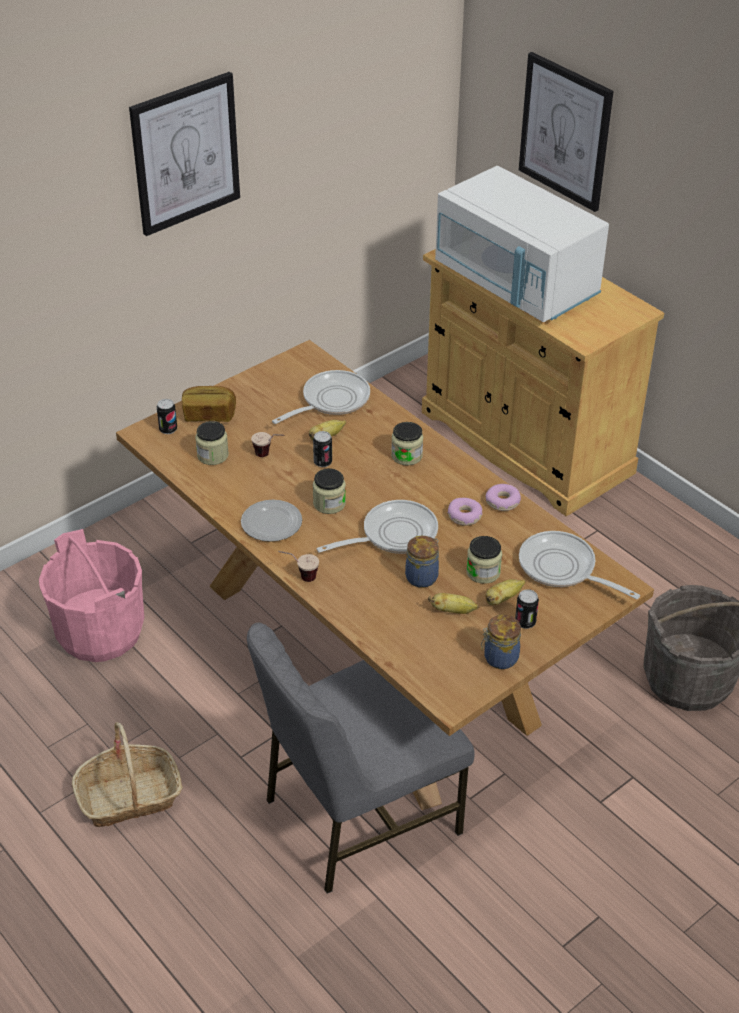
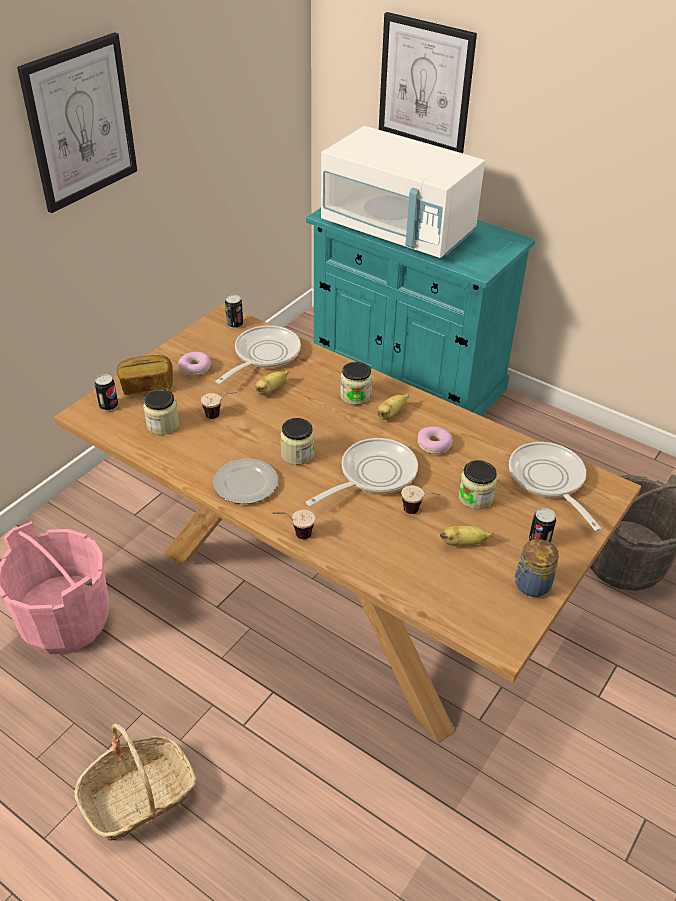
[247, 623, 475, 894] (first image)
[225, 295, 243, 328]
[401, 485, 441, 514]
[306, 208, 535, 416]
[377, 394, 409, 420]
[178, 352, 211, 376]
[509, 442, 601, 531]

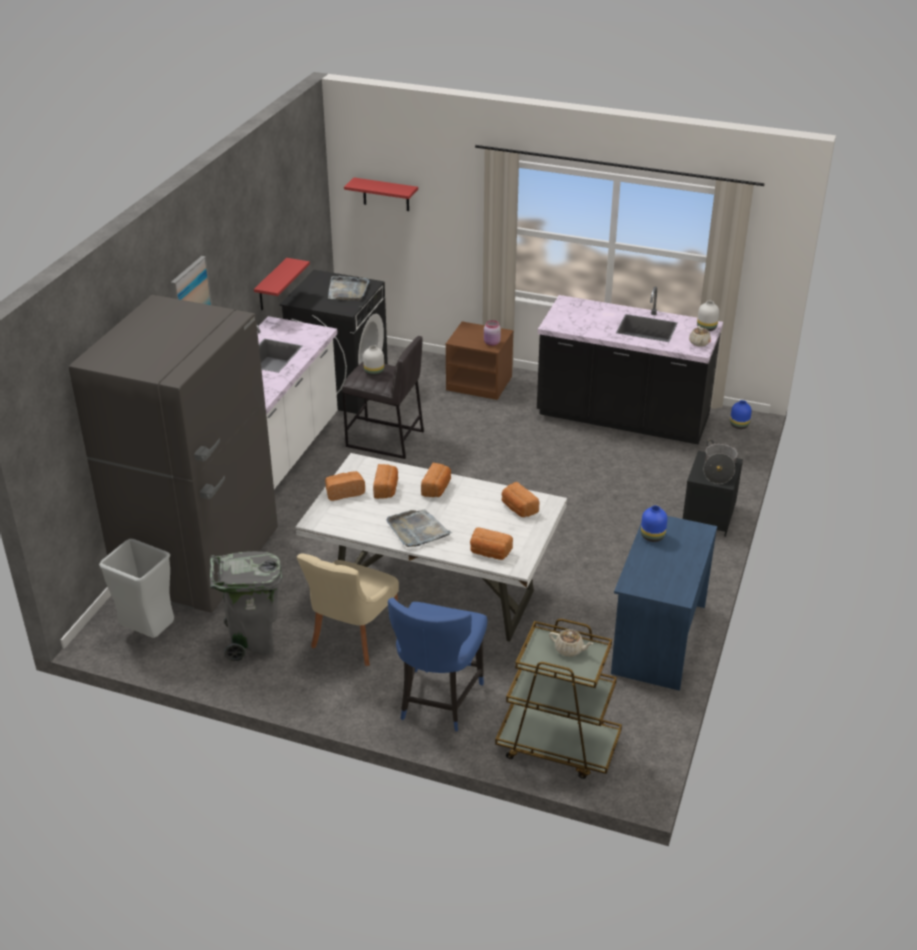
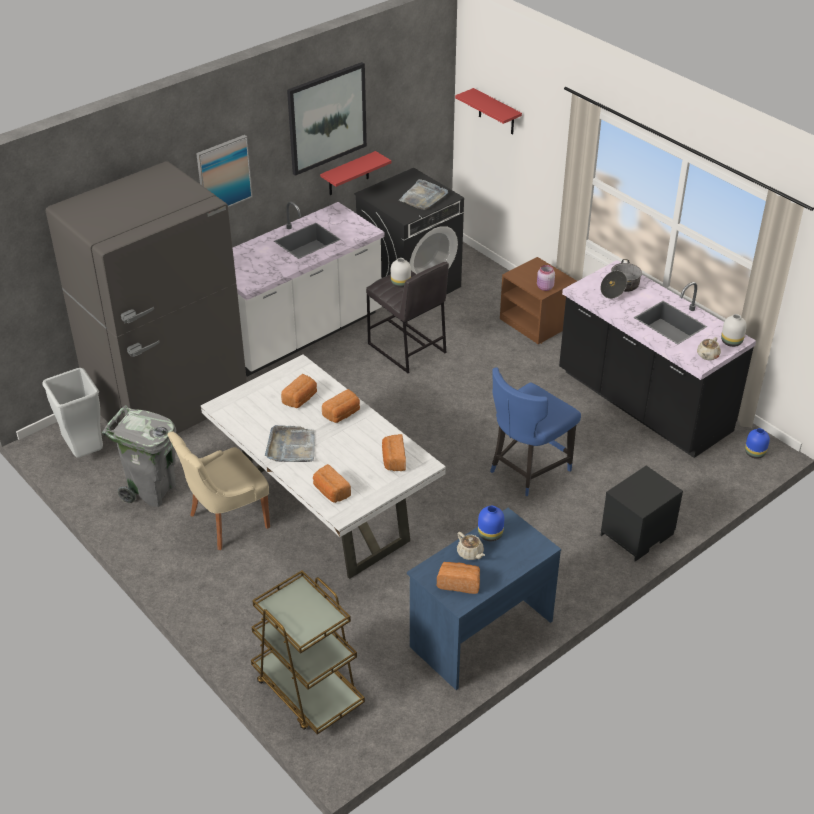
[437, 562, 480, 594]
[490, 367, 581, 496]
[457, 532, 485, 560]
[600, 259, 642, 299]
[287, 62, 367, 176]

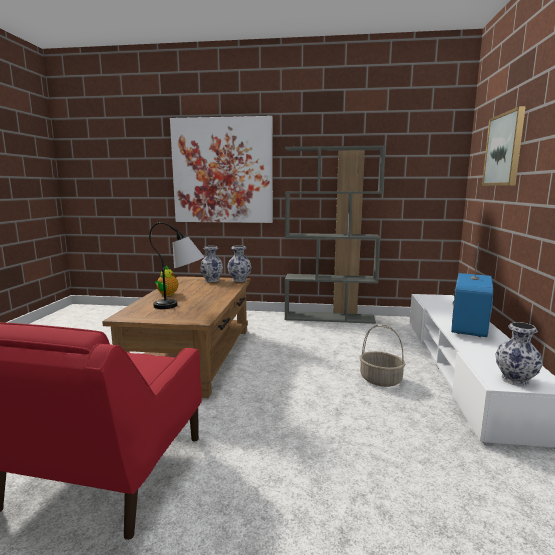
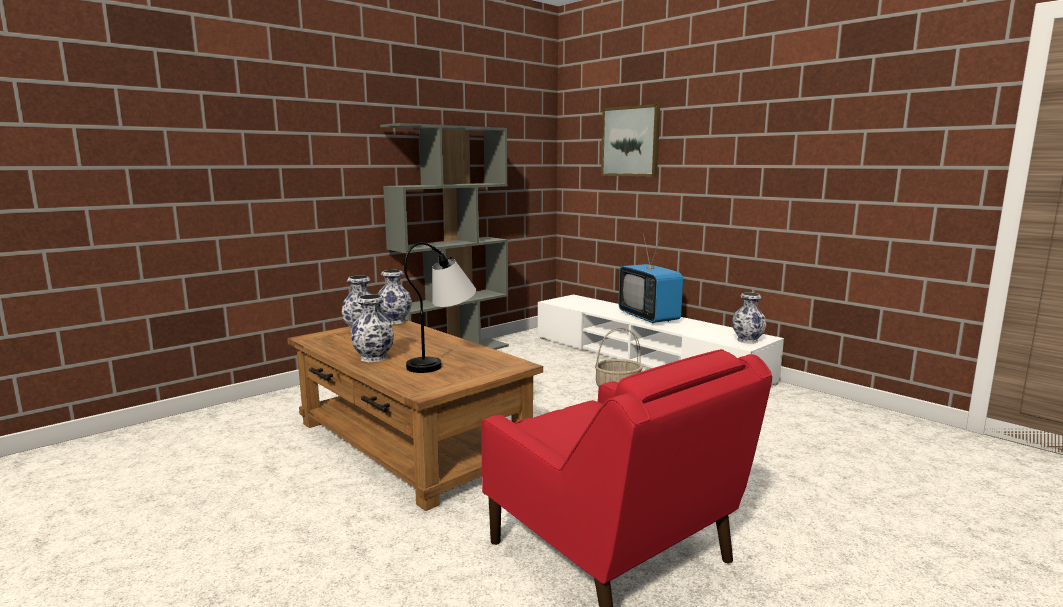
[351, 294, 394, 362]
[170, 116, 273, 223] (first image)

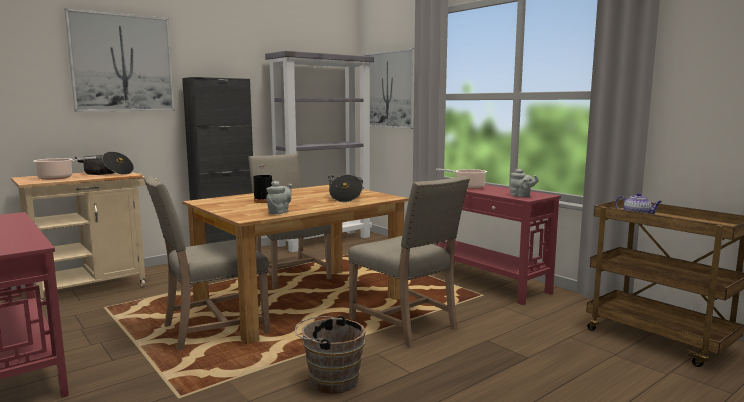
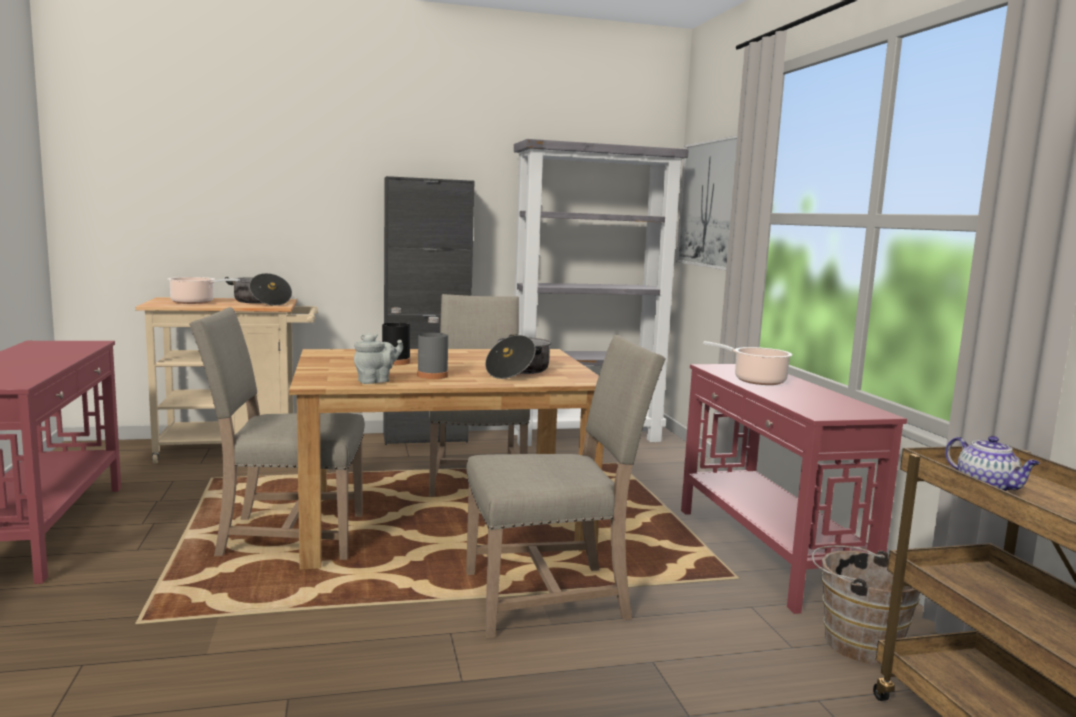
[65, 8, 175, 111] (first image)
[812, 545, 920, 664]
[466, 335, 666, 638]
[510, 169, 539, 197] (first image)
[417, 317, 448, 379]

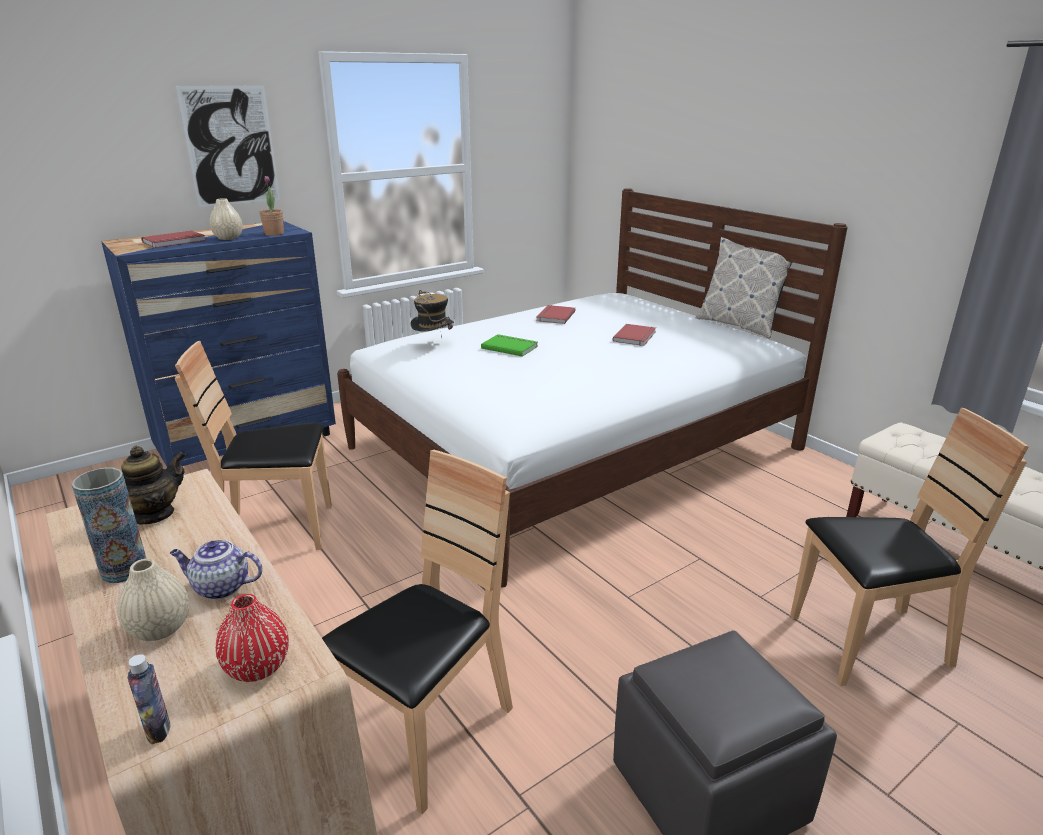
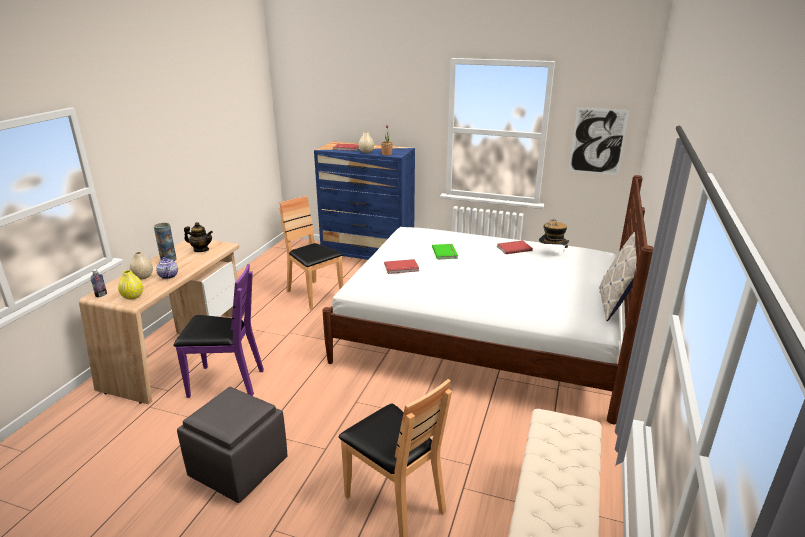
[569, 107, 629, 175]
[118, 270, 143, 300]
[174, 264, 264, 398]
[539, 218, 569, 248]
[384, 259, 419, 274]

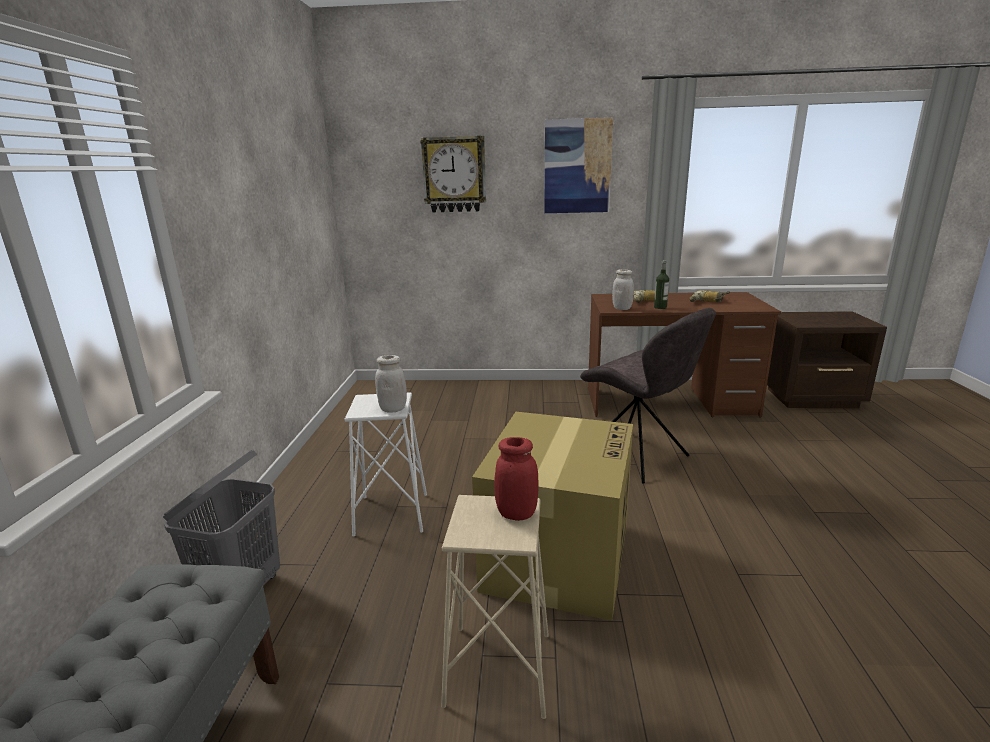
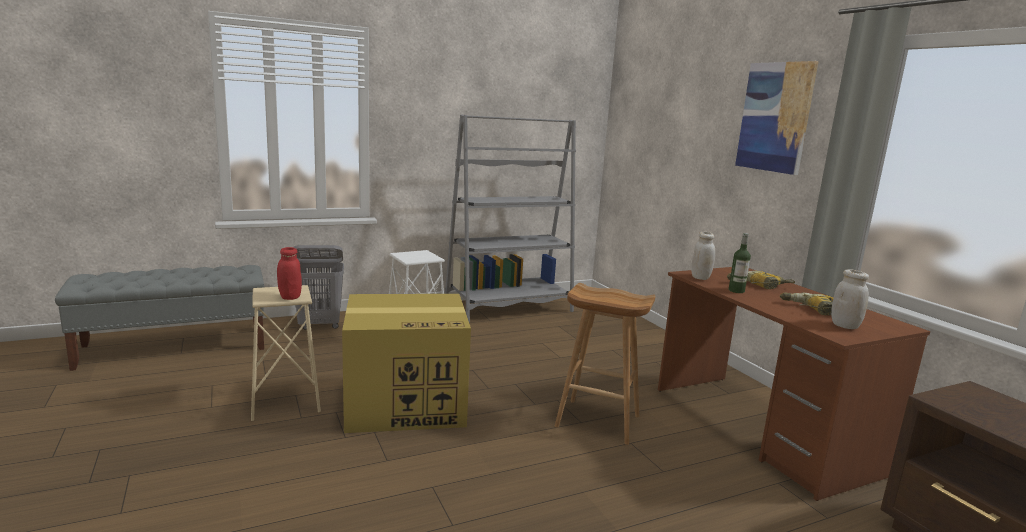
[831, 269, 869, 329]
[420, 136, 486, 212] (first image)
[555, 283, 656, 445]
[445, 115, 576, 323]

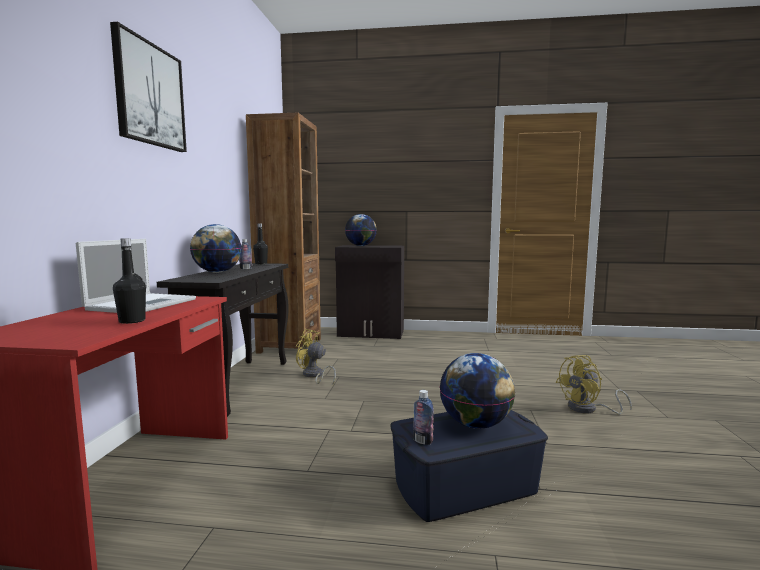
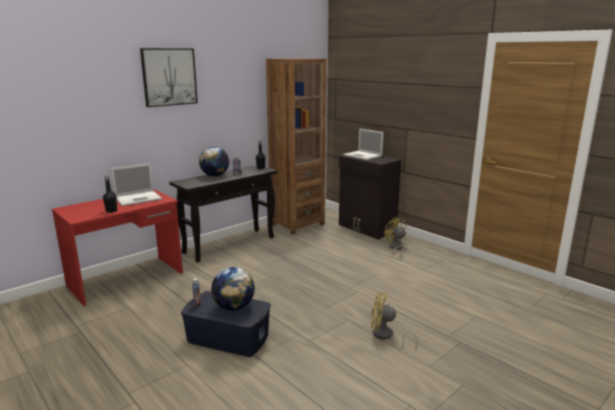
[384, 217, 406, 257]
[343, 128, 384, 160]

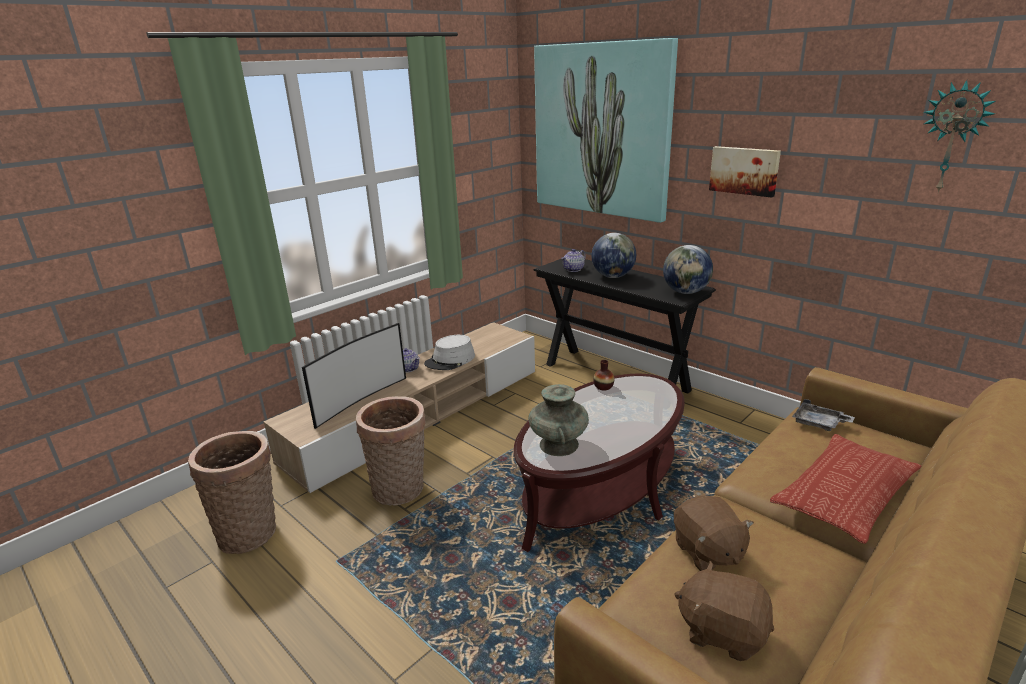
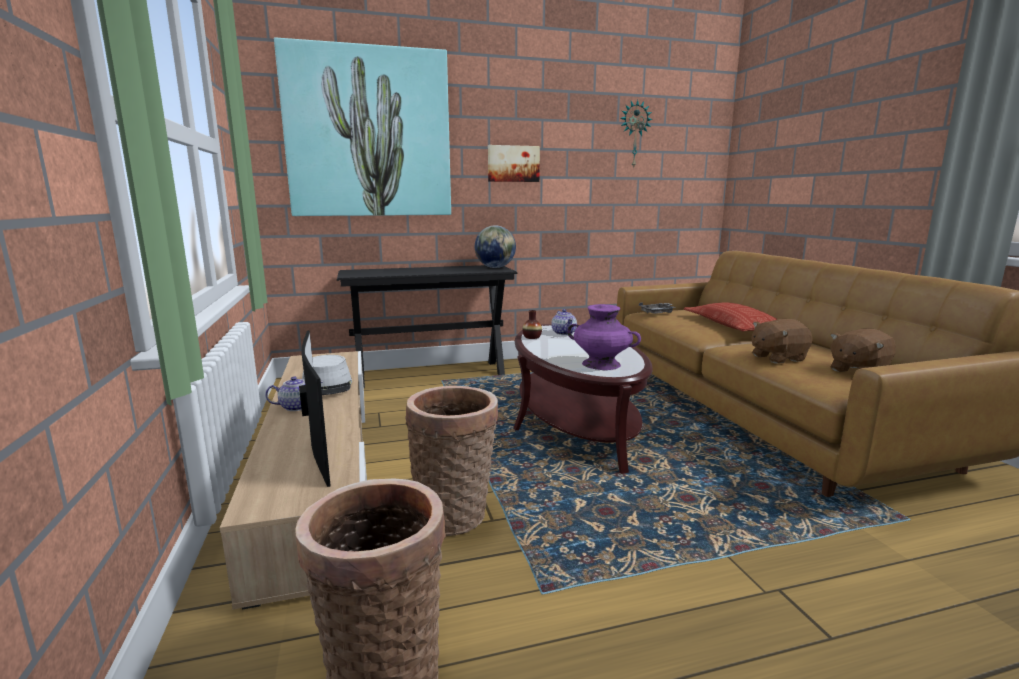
[568, 304, 641, 370]
[551, 309, 577, 335]
[591, 233, 636, 278] (first image)
[752, 319, 813, 364]

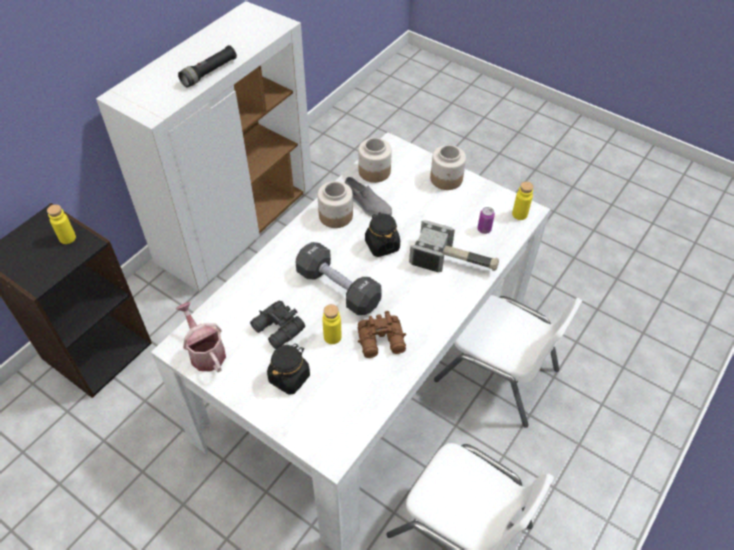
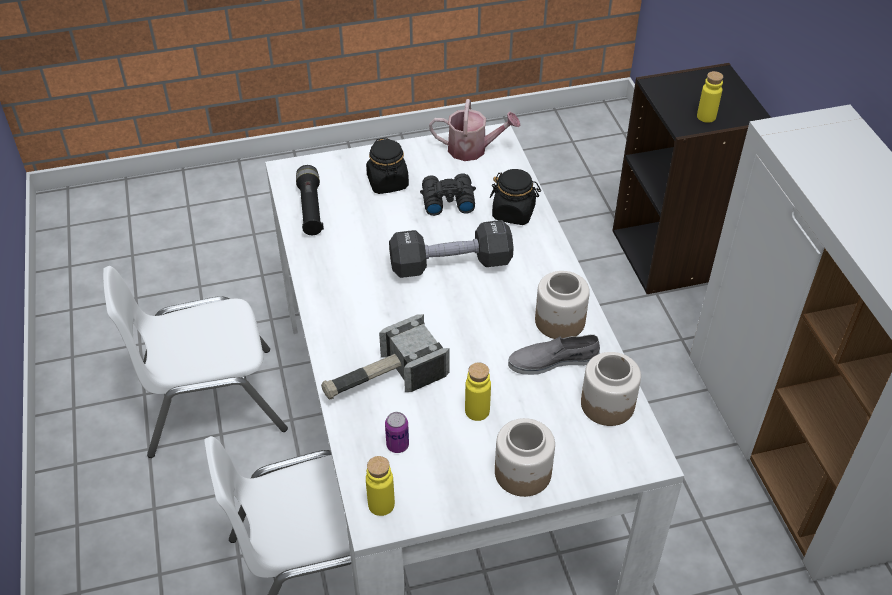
[296, 165, 324, 235]
[465, 363, 491, 421]
[358, 311, 406, 358] (first image)
[490, 169, 541, 225]

